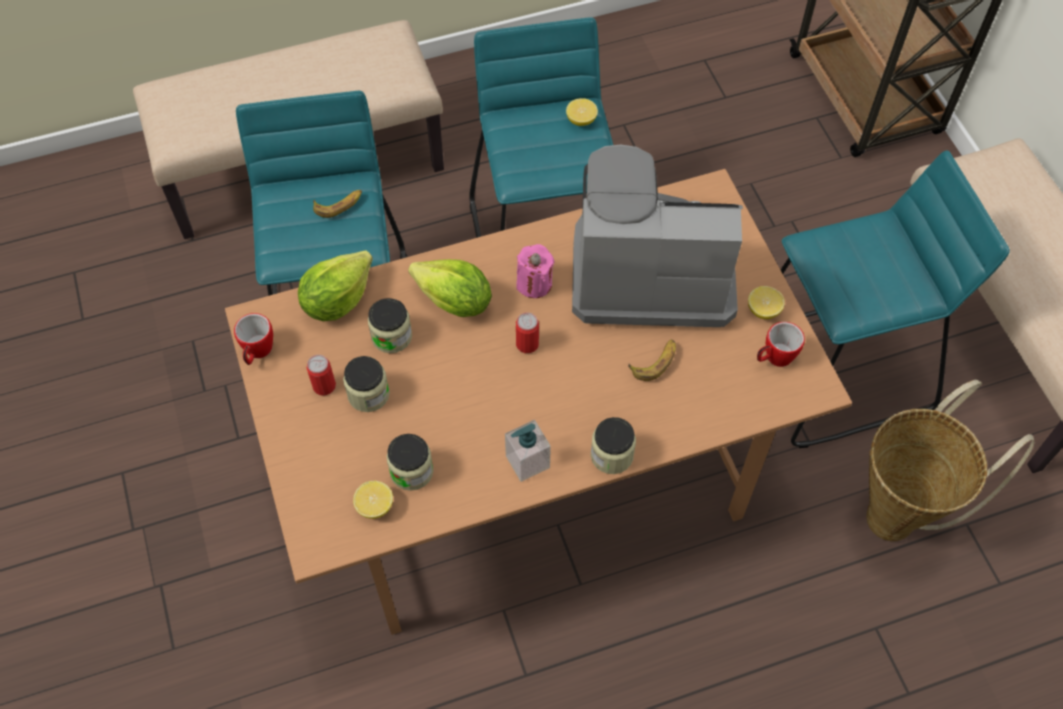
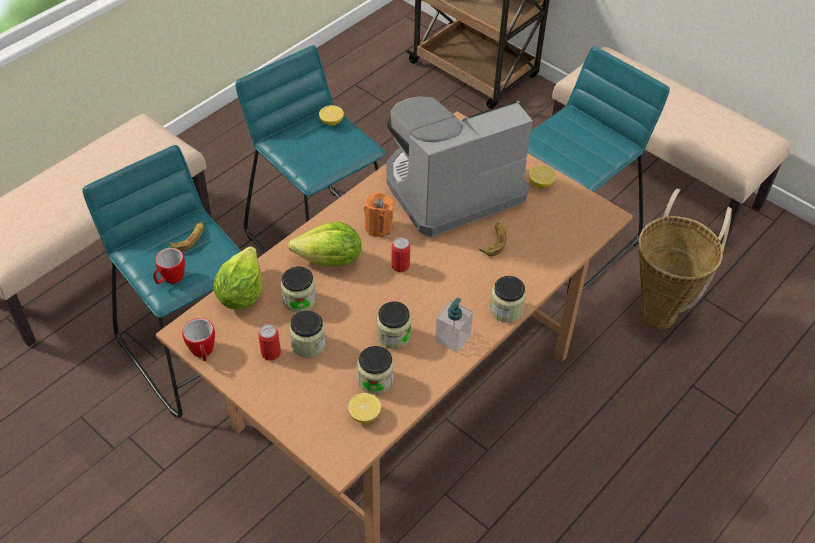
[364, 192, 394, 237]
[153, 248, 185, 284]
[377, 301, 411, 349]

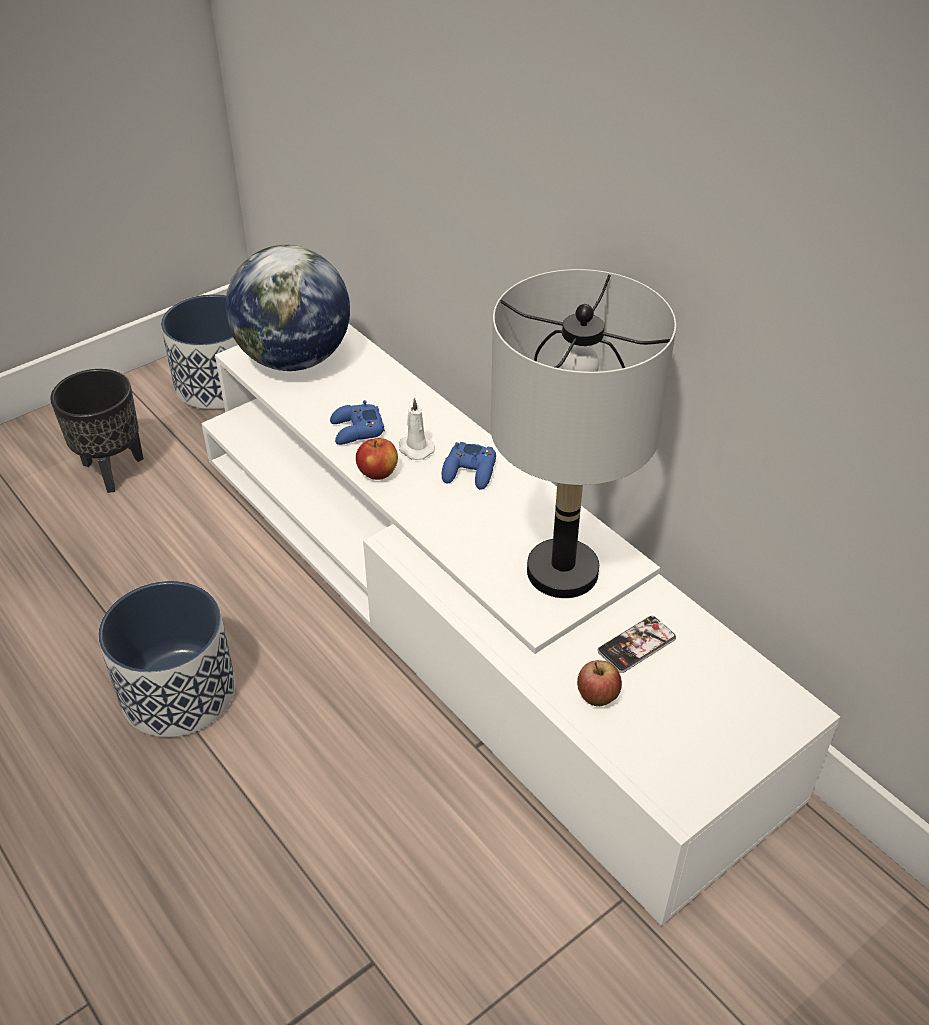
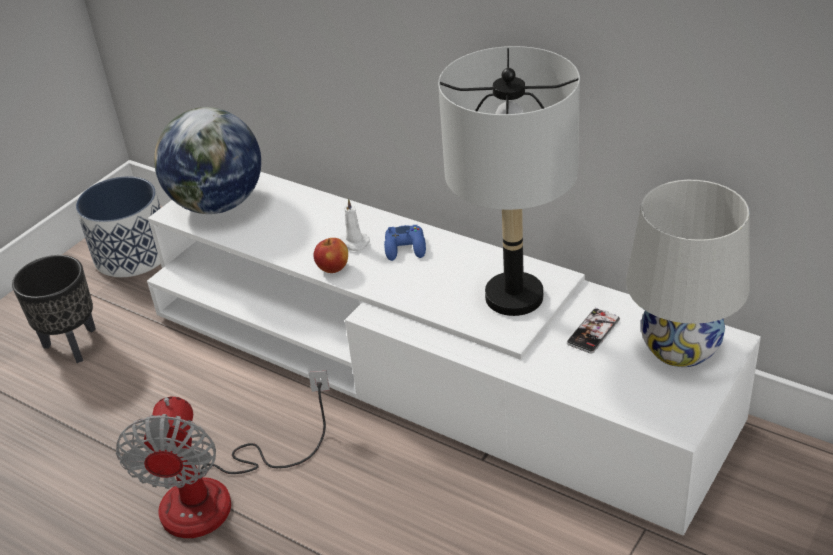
[116, 371, 330, 538]
[330, 400, 385, 445] (first image)
[577, 660, 622, 706] (first image)
[626, 180, 750, 367]

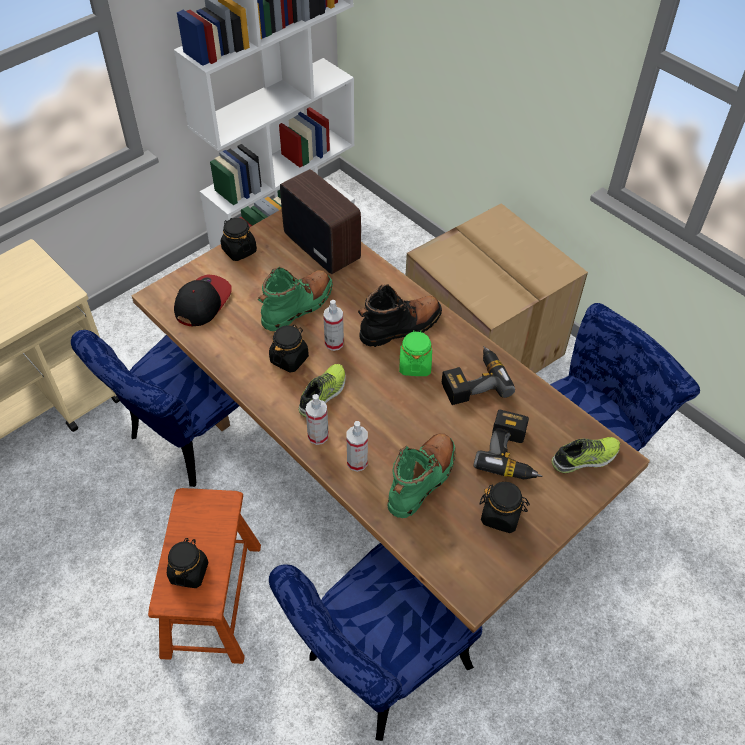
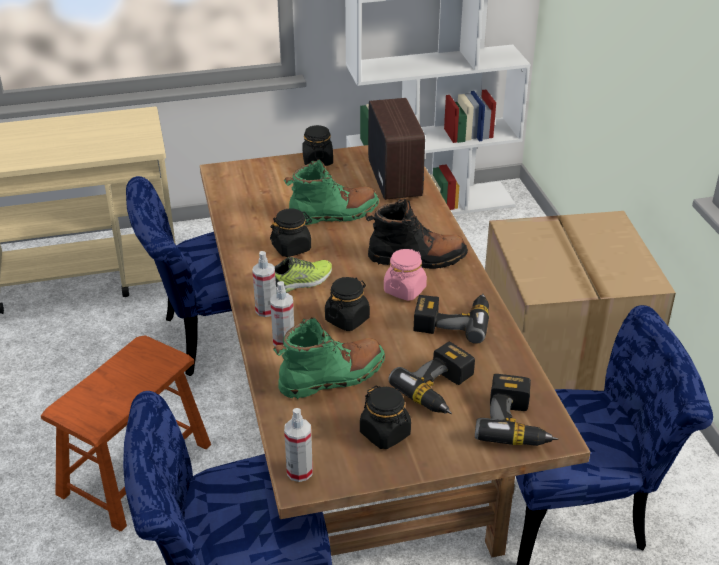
[325, 277, 370, 331]
[174, 274, 232, 326] (first image)
[284, 408, 313, 482]
[384, 249, 427, 301]
[475, 374, 558, 446]

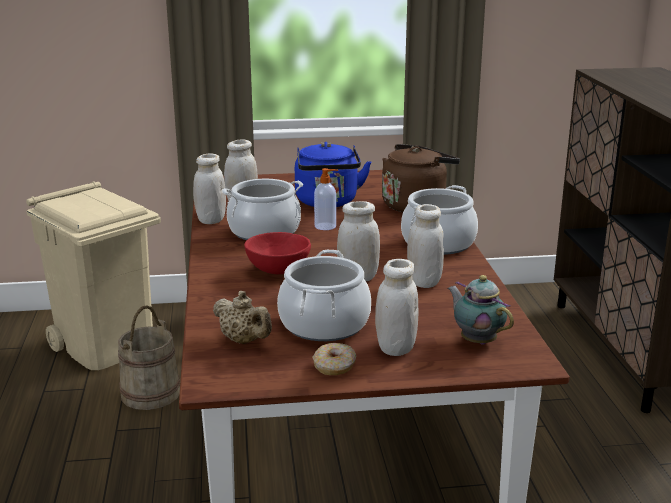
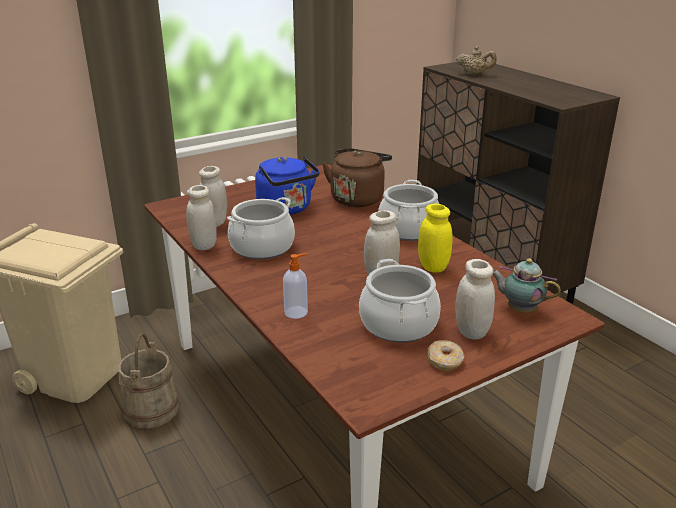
[456, 46, 497, 75]
[244, 232, 311, 274] (first image)
[283, 253, 308, 319]
[418, 204, 453, 273]

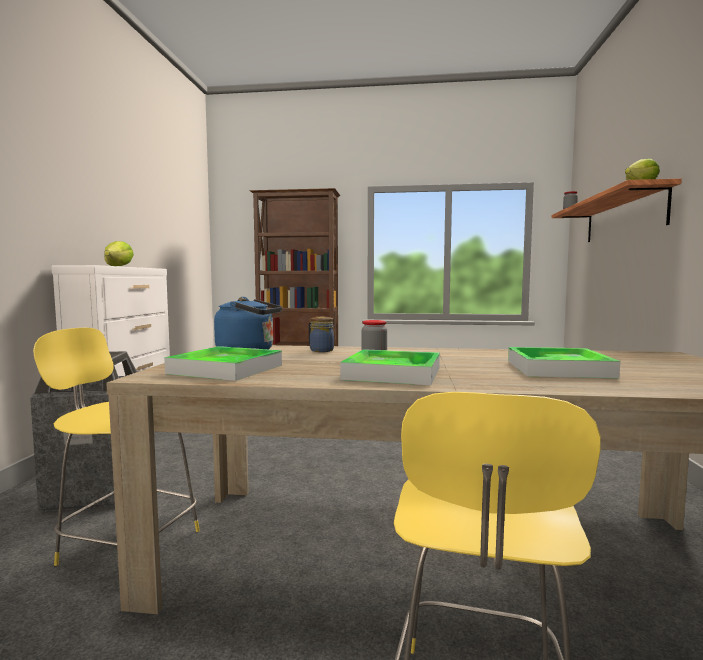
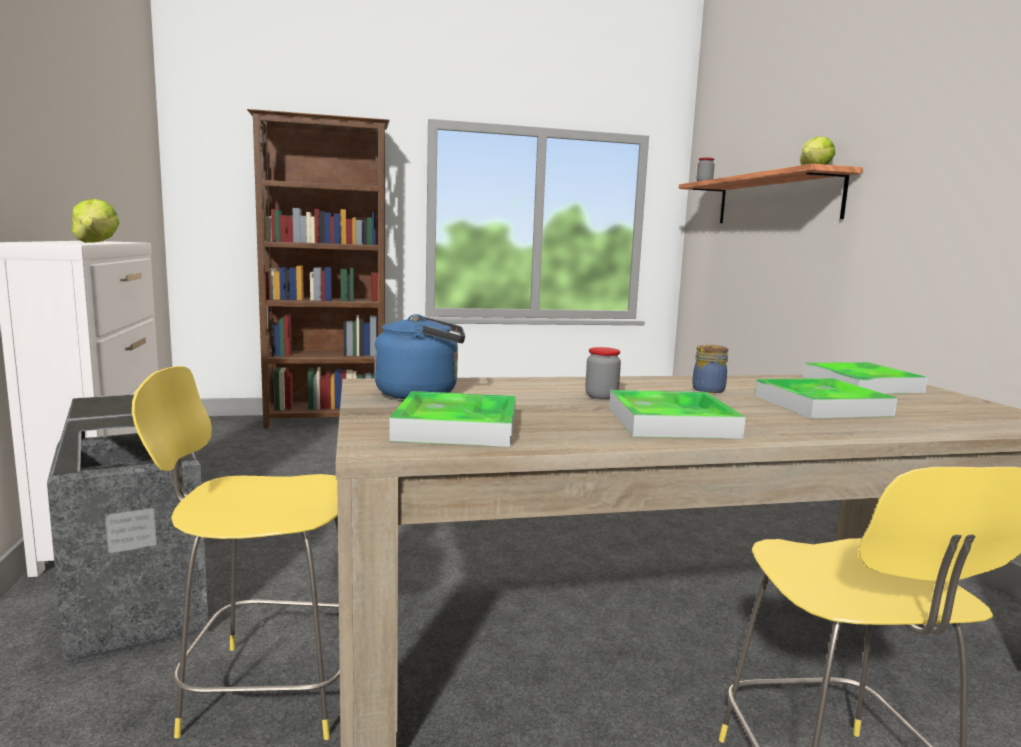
[692, 344, 728, 393]
[803, 362, 928, 394]

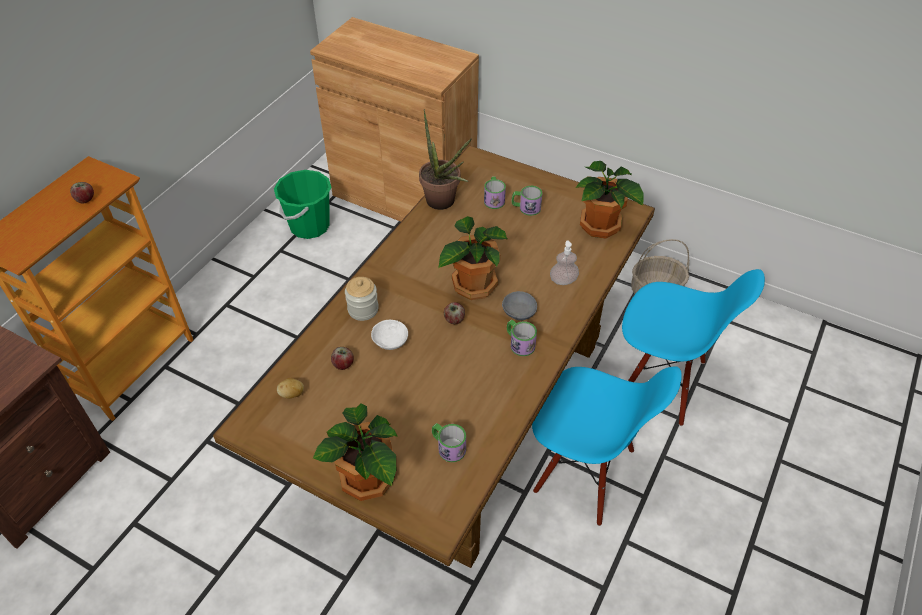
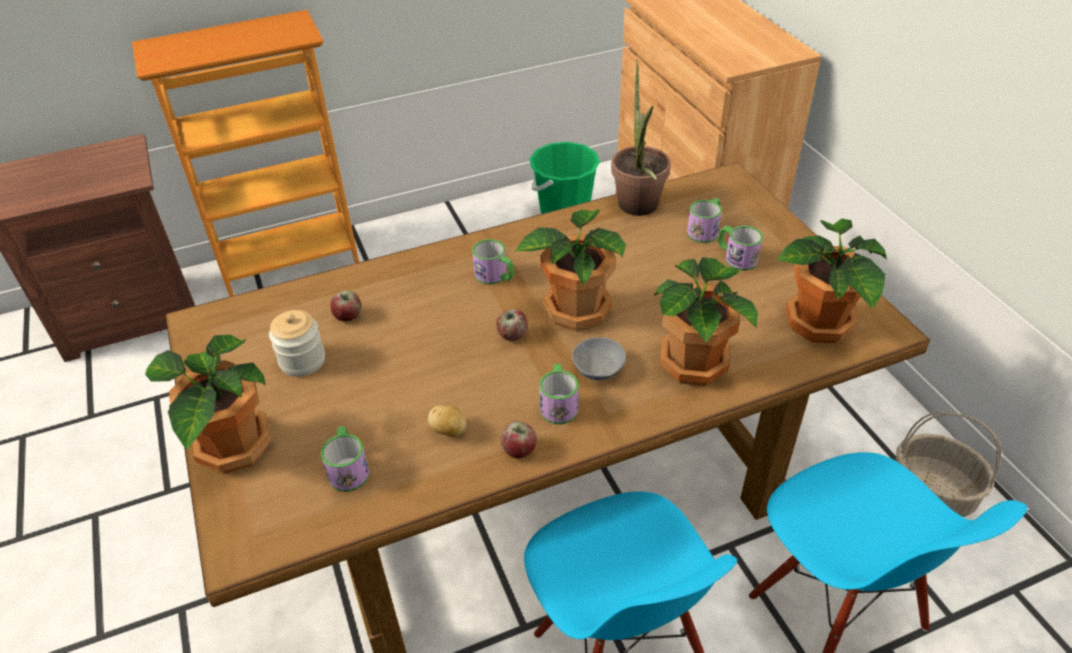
[501, 422, 537, 459]
[428, 405, 466, 437]
[269, 310, 325, 377]
[371, 320, 408, 350] (first image)
[654, 257, 758, 386]
[472, 239, 514, 285]

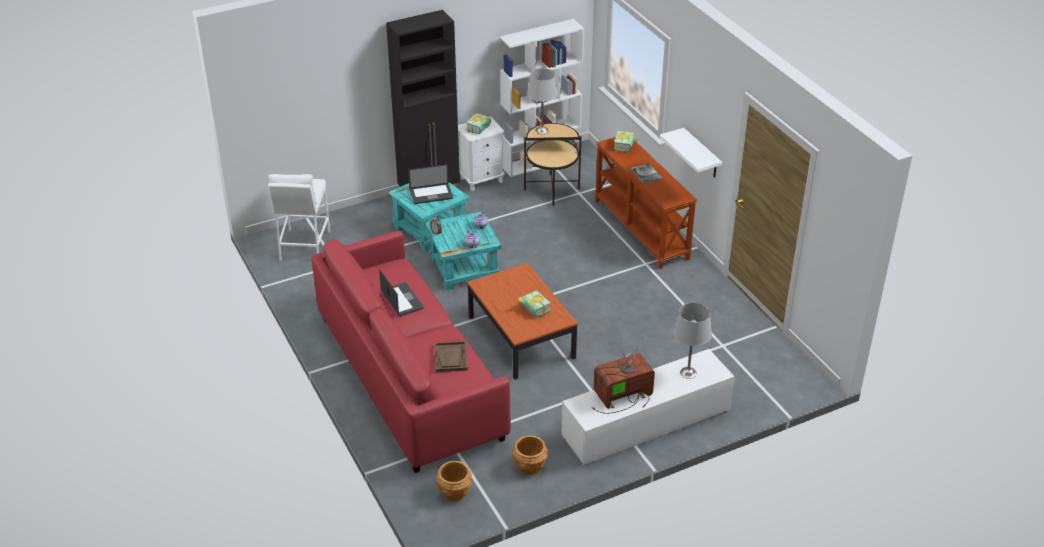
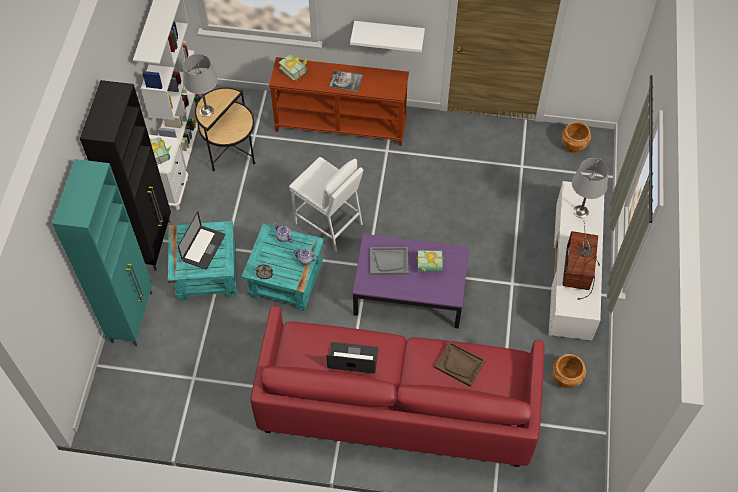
[289, 157, 363, 251]
[561, 122, 591, 153]
[353, 234, 469, 328]
[52, 159, 152, 346]
[370, 247, 409, 275]

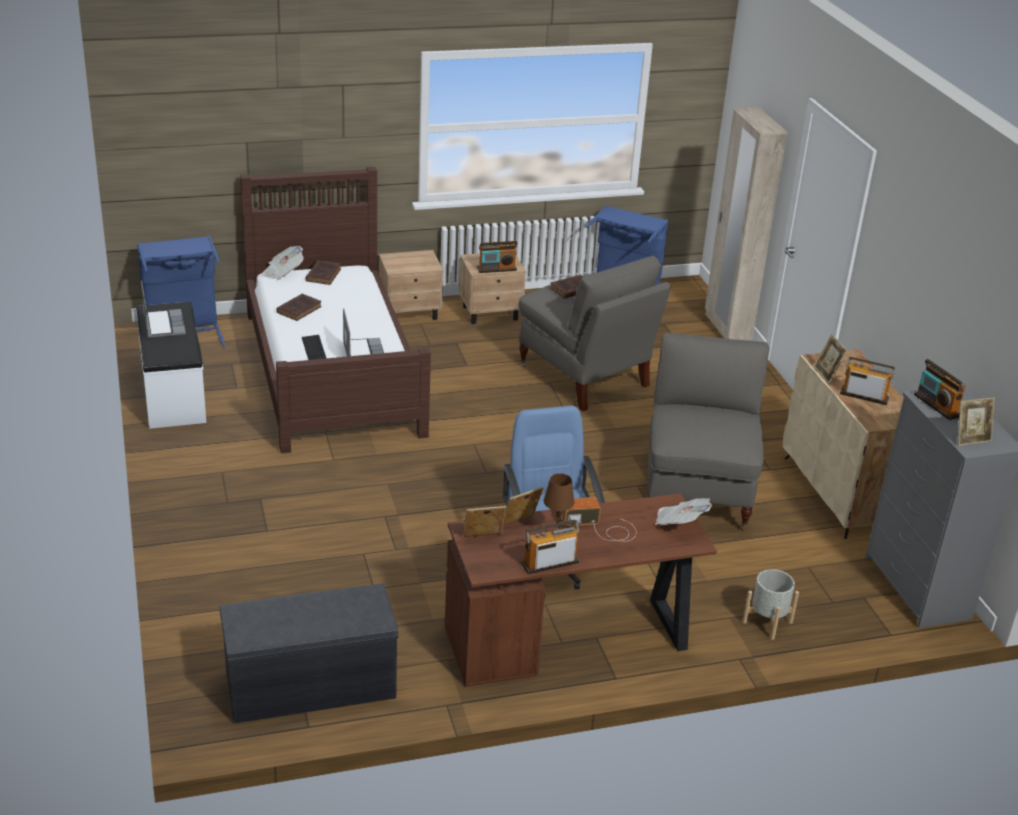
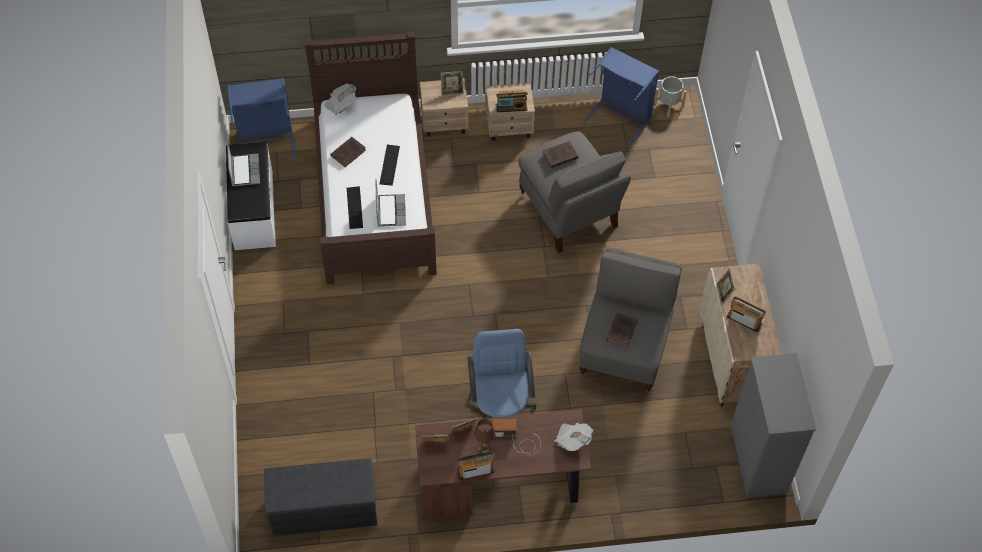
[606, 312, 638, 348]
[705, 107, 787, 341] (first image)
[654, 76, 687, 117]
[914, 359, 966, 420] (first image)
[440, 71, 464, 96]
[379, 144, 400, 186]

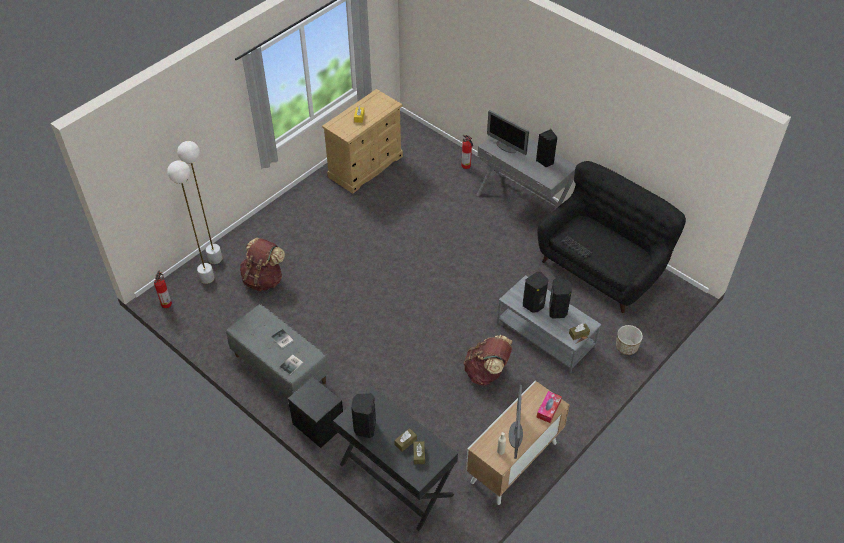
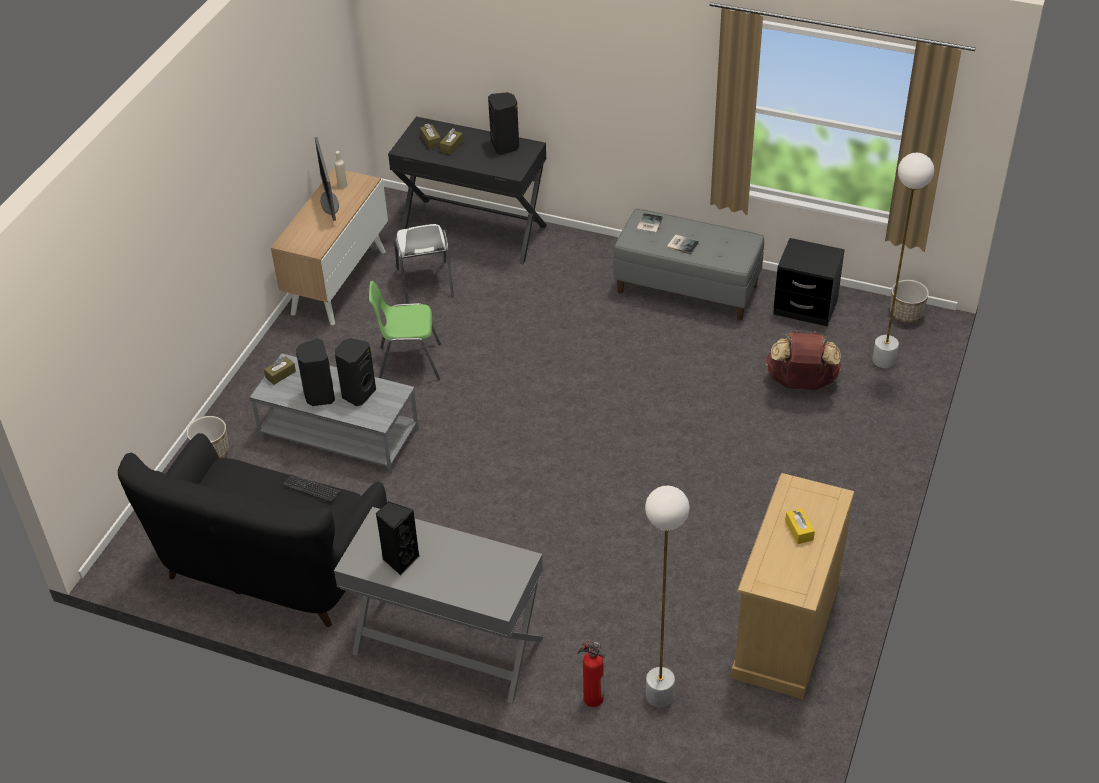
[890, 280, 929, 323]
[645, 486, 690, 707]
[773, 238, 845, 327]
[369, 281, 441, 380]
[487, 110, 529, 155] (first image)
[537, 391, 562, 423] (first image)
[394, 224, 454, 303]

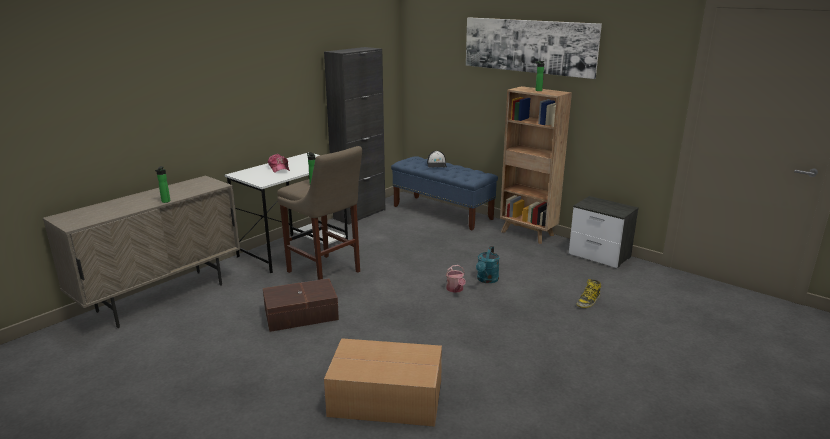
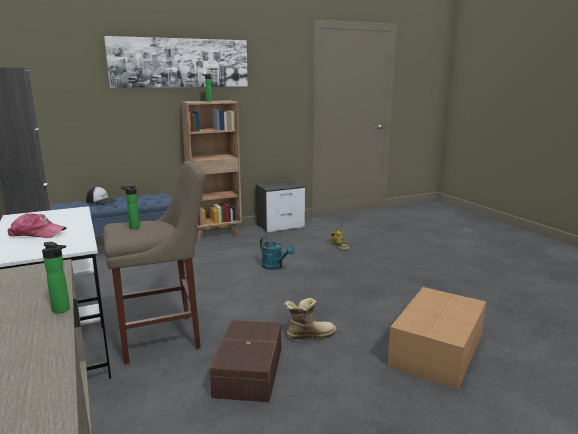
[446, 265, 466, 293] (first image)
[284, 298, 337, 339]

